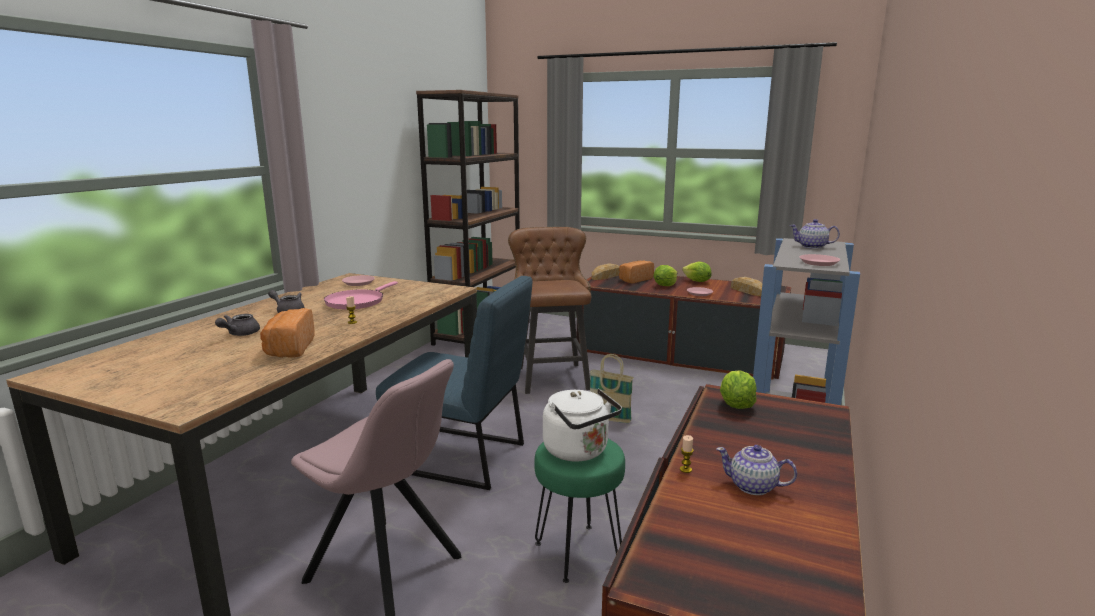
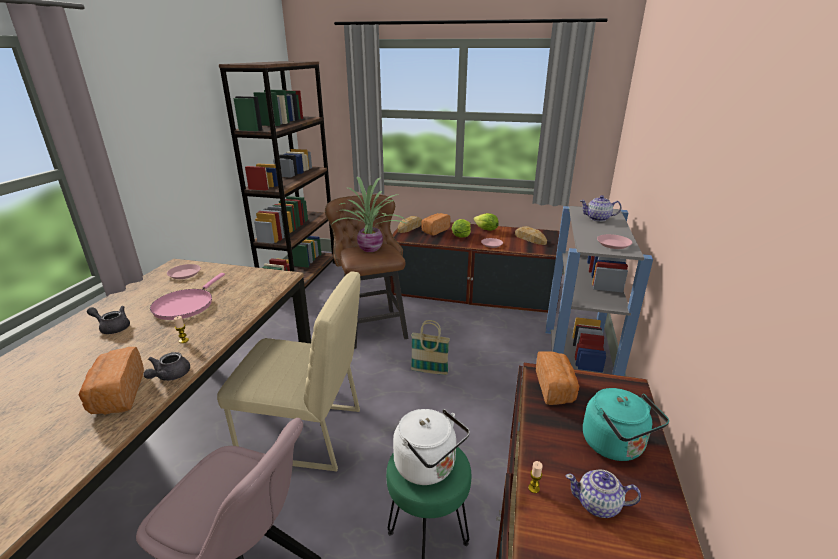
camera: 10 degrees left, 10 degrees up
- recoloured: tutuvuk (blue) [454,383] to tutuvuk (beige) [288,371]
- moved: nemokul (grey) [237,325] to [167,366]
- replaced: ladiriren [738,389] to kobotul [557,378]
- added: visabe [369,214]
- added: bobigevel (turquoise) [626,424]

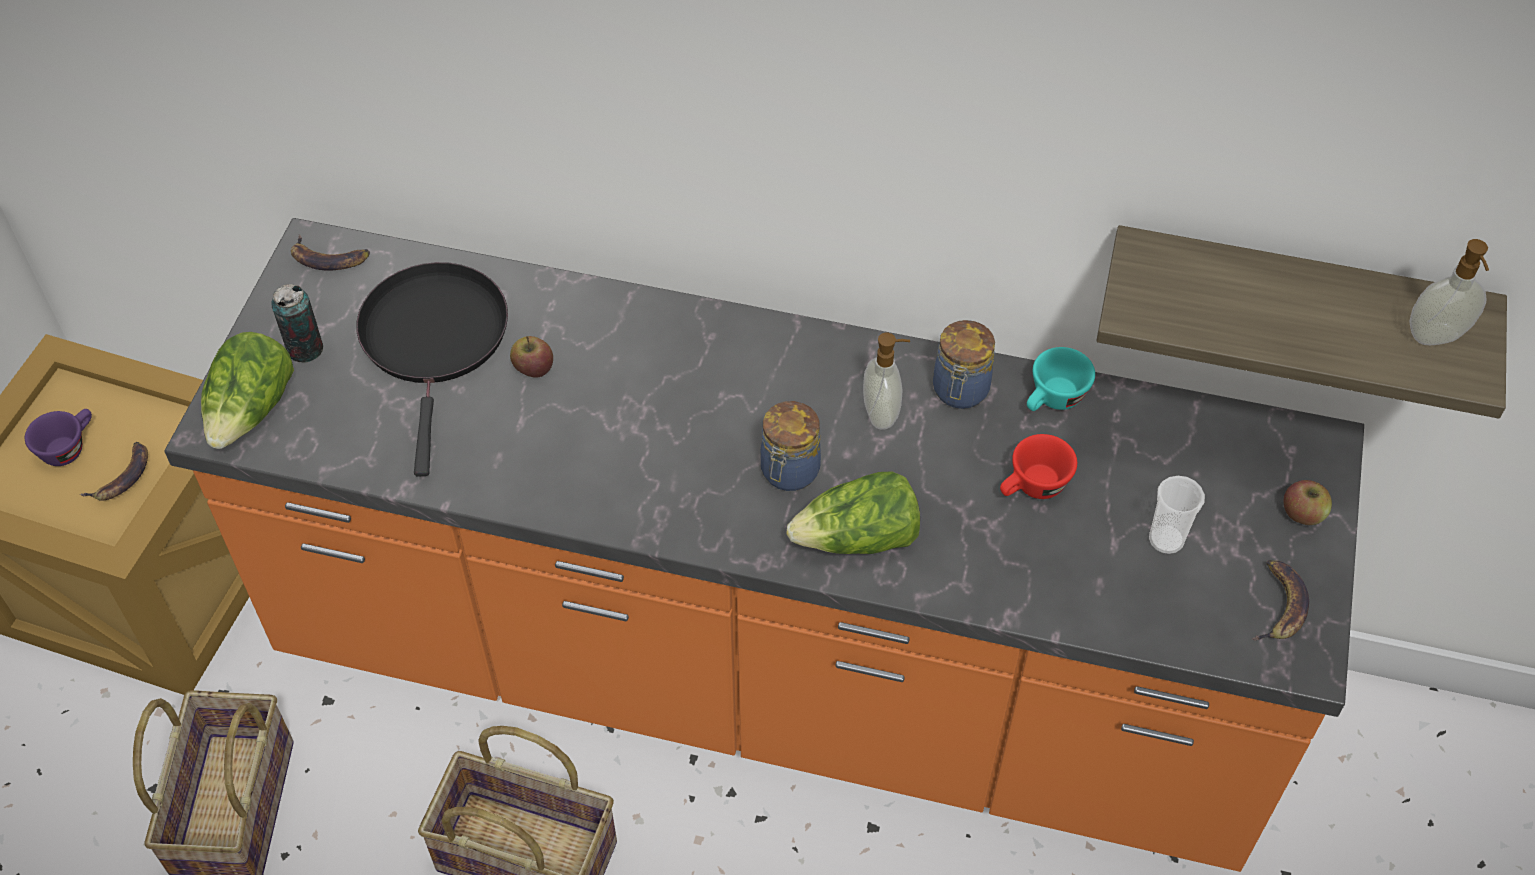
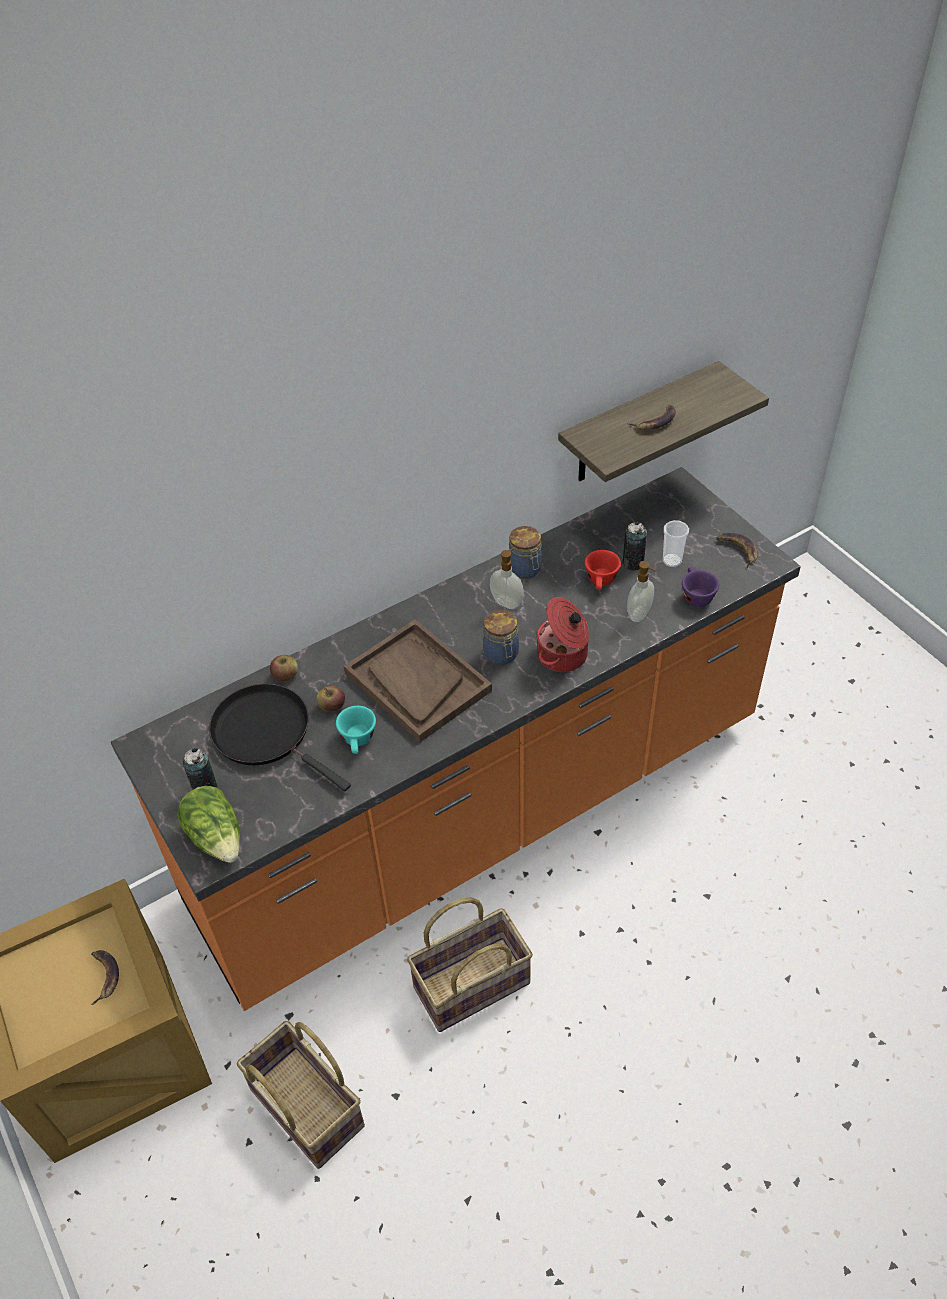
camera: 45 degrees left, 5 degrees down
- moved: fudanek [330,252] to [651,417]
- moved: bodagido [1449,292] to [642,591]
- moved: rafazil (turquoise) [1061,379] to [356,730]
- moved: rafazil (purple) [58,437] to [700,587]
- replaced: ladiriren [853,512] to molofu [562,634]
- moved: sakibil [1308,502] to [284,668]
- added: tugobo [635,546]
- added: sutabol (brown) [418,680]

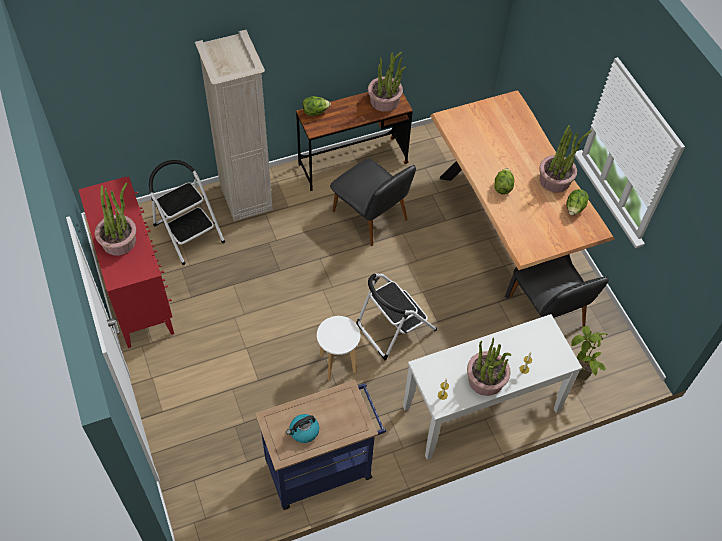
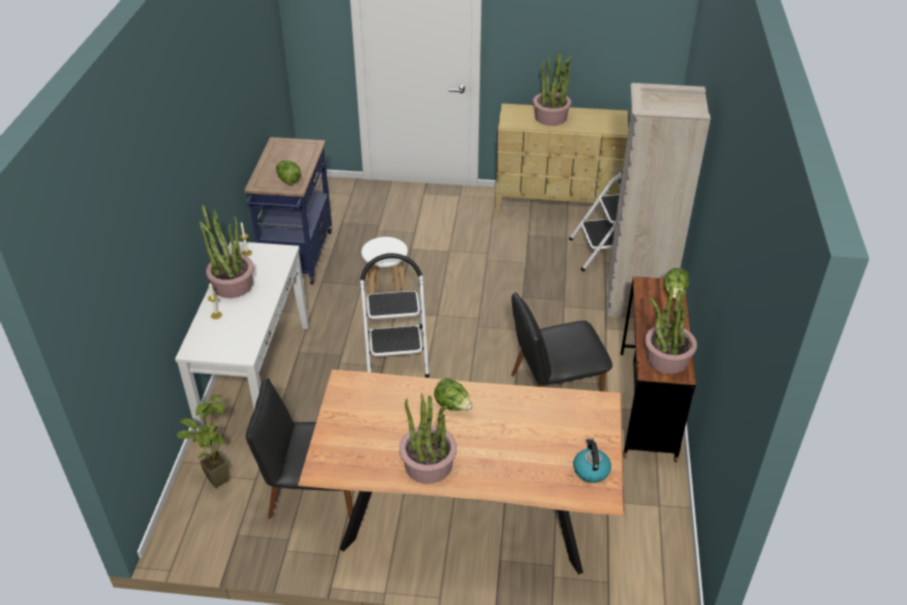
camera: 120 degrees right, 15 degrees down
- recoloured: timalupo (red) [126,262] to timalupo (beige) [561,160]
- moved: ladiriren [577,202] to [288,172]
- moved: bobigevel [302,428] to [592,460]

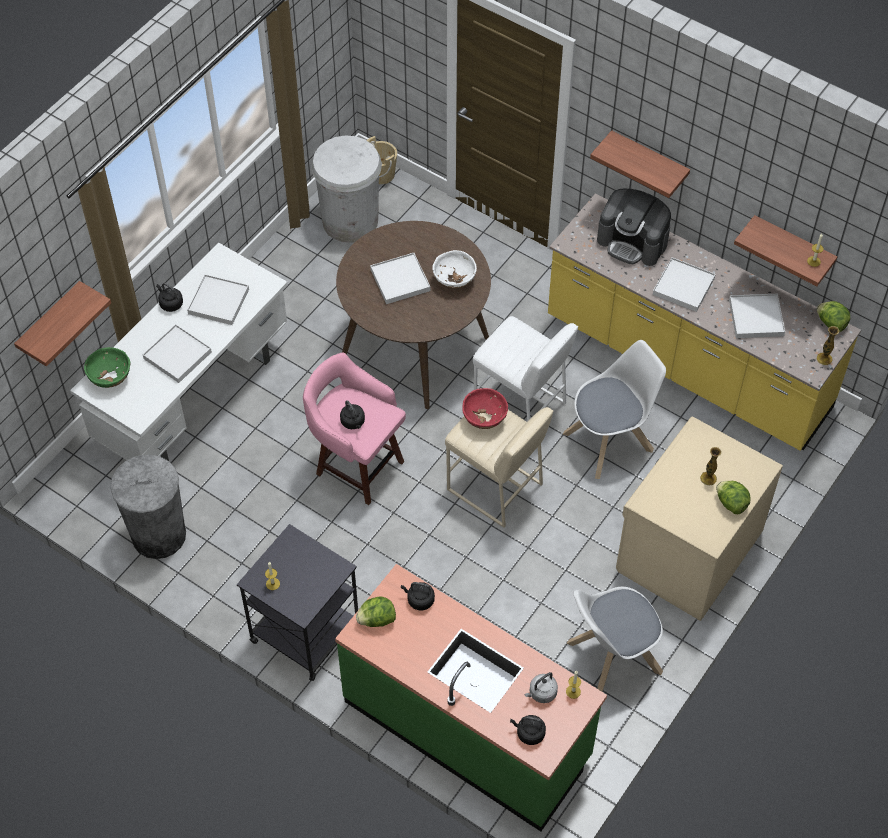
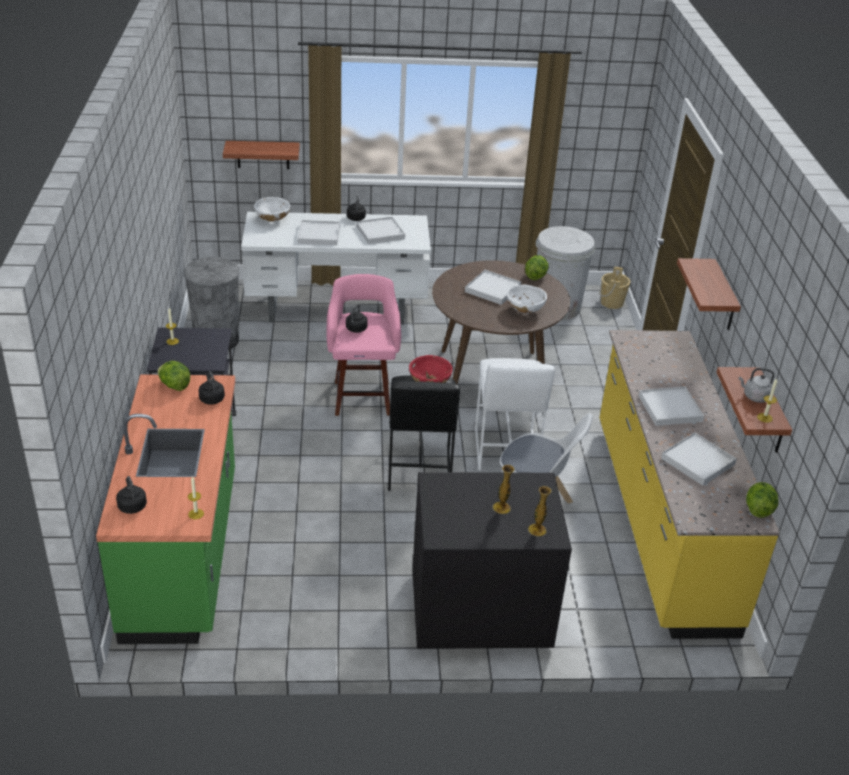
camera: 50 degrees right, 20 degrees down
- removed: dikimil [634,227]
- moved: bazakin [828,345] to [540,511]
- recoloured: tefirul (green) [107,367] to tefirul (white) [272,209]
- recoloured: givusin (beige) [499,467] to givusin (black) [424,433]
- recoloured: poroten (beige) [699,519] to poroten (black) [492,560]
- moved: ladiriren [733,497] to [537,267]
- removed: tutuvuk [615,639]
- moved: bobigevel (grey) [541,687] to [756,385]

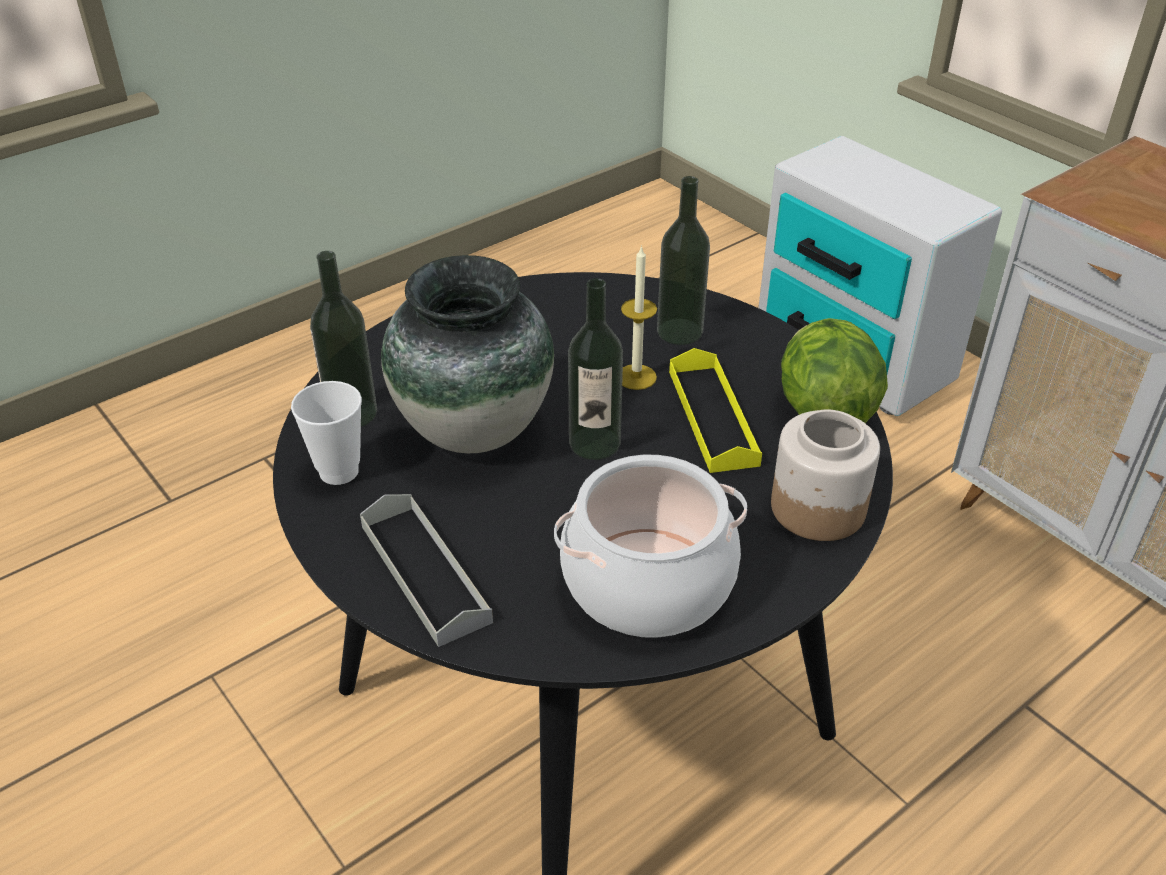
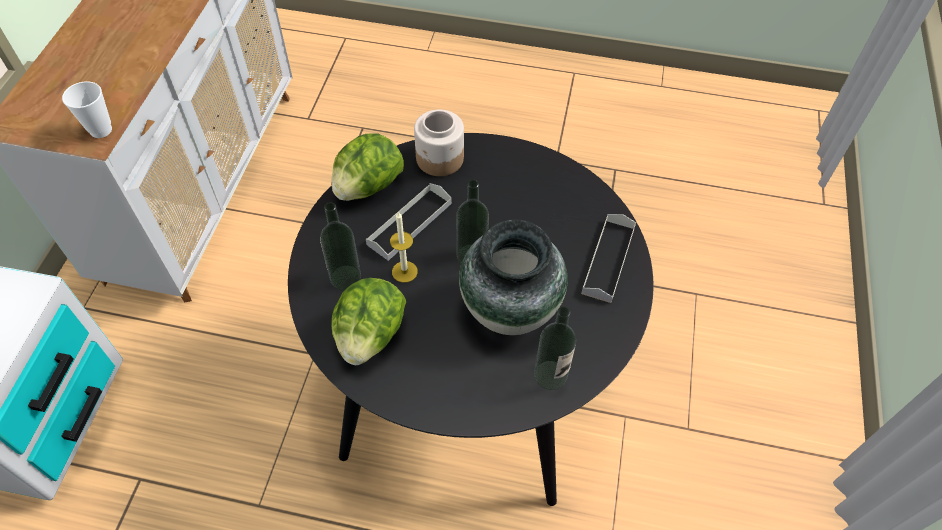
camera: 130 degrees left, 15 degrees up
- recoloured: sutabol (yellow) [715,410] to sutabol (grey) [409,222]
- moved: rafazil [326,433] to [87,109]
- removed: molofu [650,546]
- added: ladiriren [369,321]

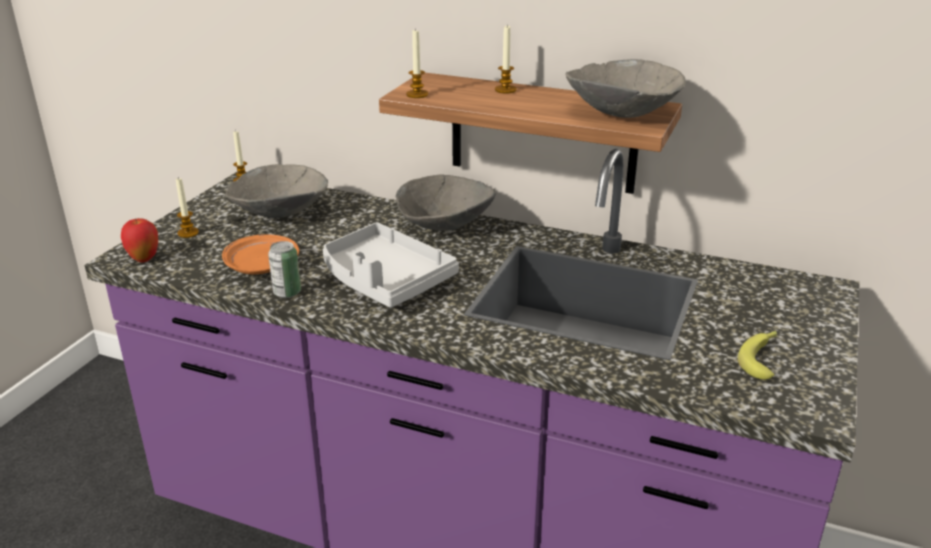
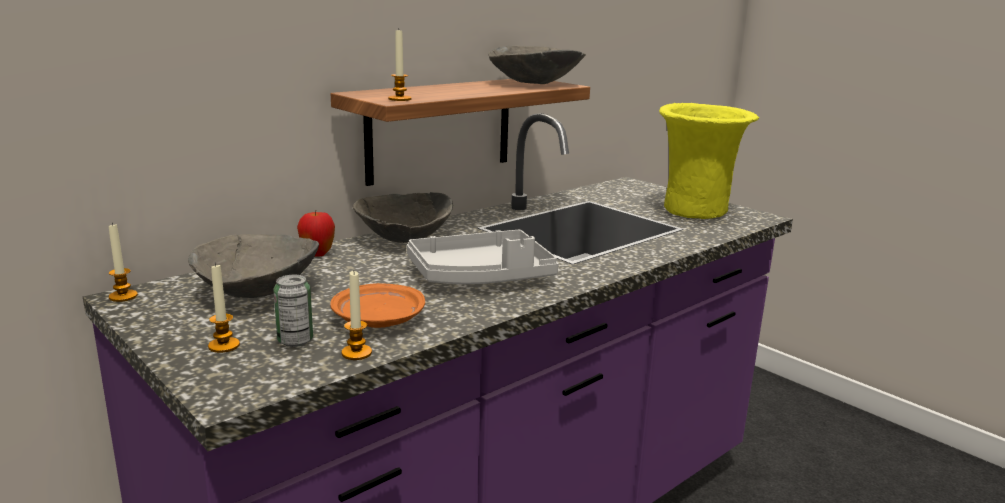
camera: 65 degrees left, 10 degrees down
- moved: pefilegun [506,60] to [356,315]
- moved: sakibil [139,240] to [316,234]
- moved: tugobo [284,269] to [293,311]
- replaced: fudanek [757,355] to bazakin (yellow) [709,161]

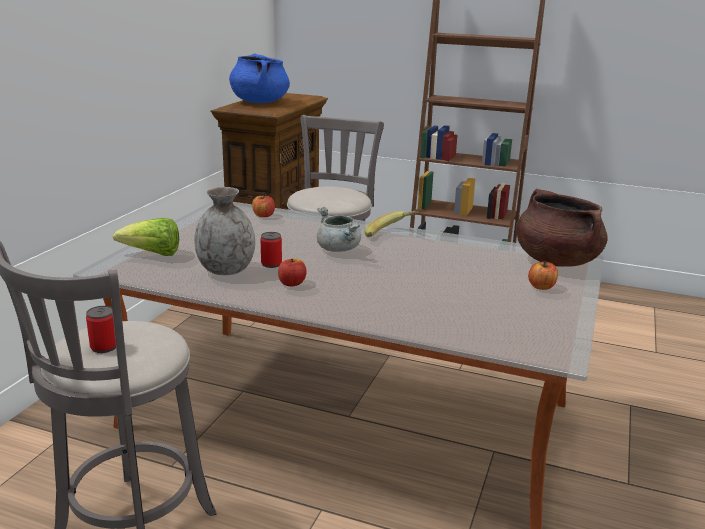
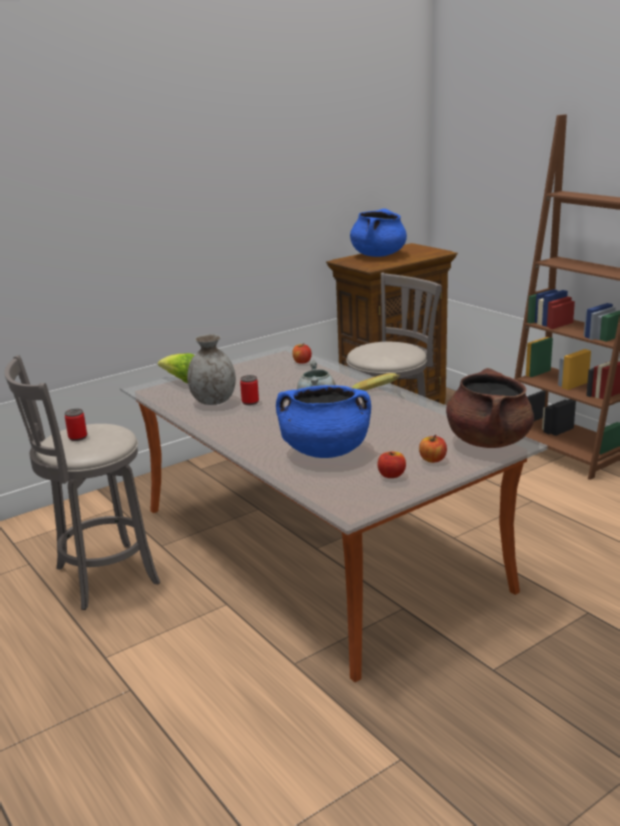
camera: 35 degrees right, 0 degrees up
- moved: sakibil [292,272] to [392,465]
- added: molofu (blue) [323,421]

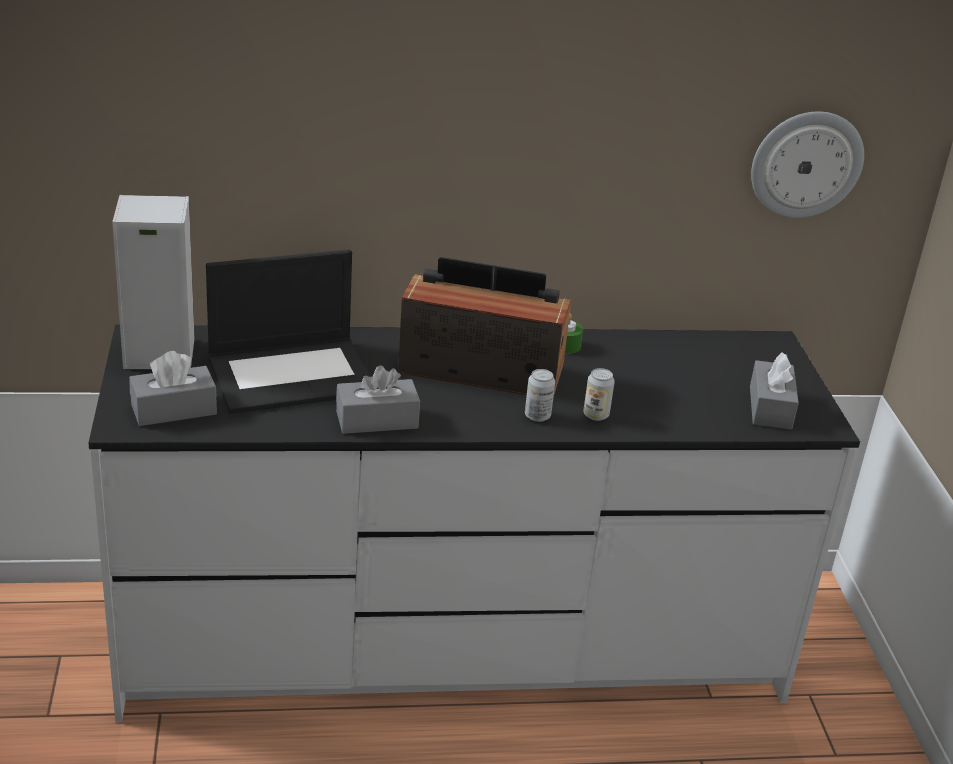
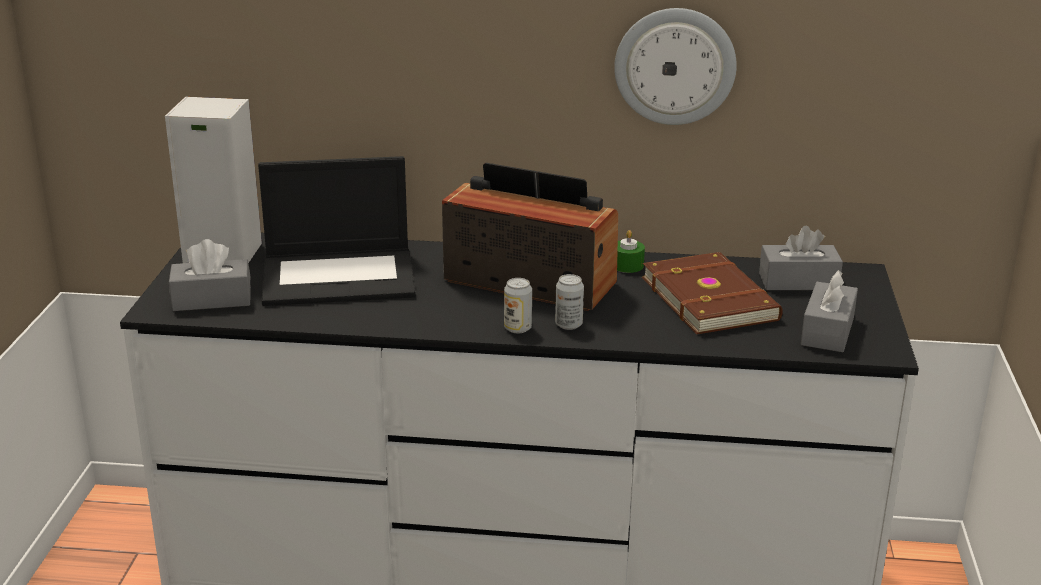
camera: 15 degrees right, 5 degrees down
- moved: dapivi [807,165] to [675,66]
- moved: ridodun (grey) [378,399] to [801,258]
- moved: tugobo [599,394] to [518,305]
- added: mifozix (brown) [712,293]

